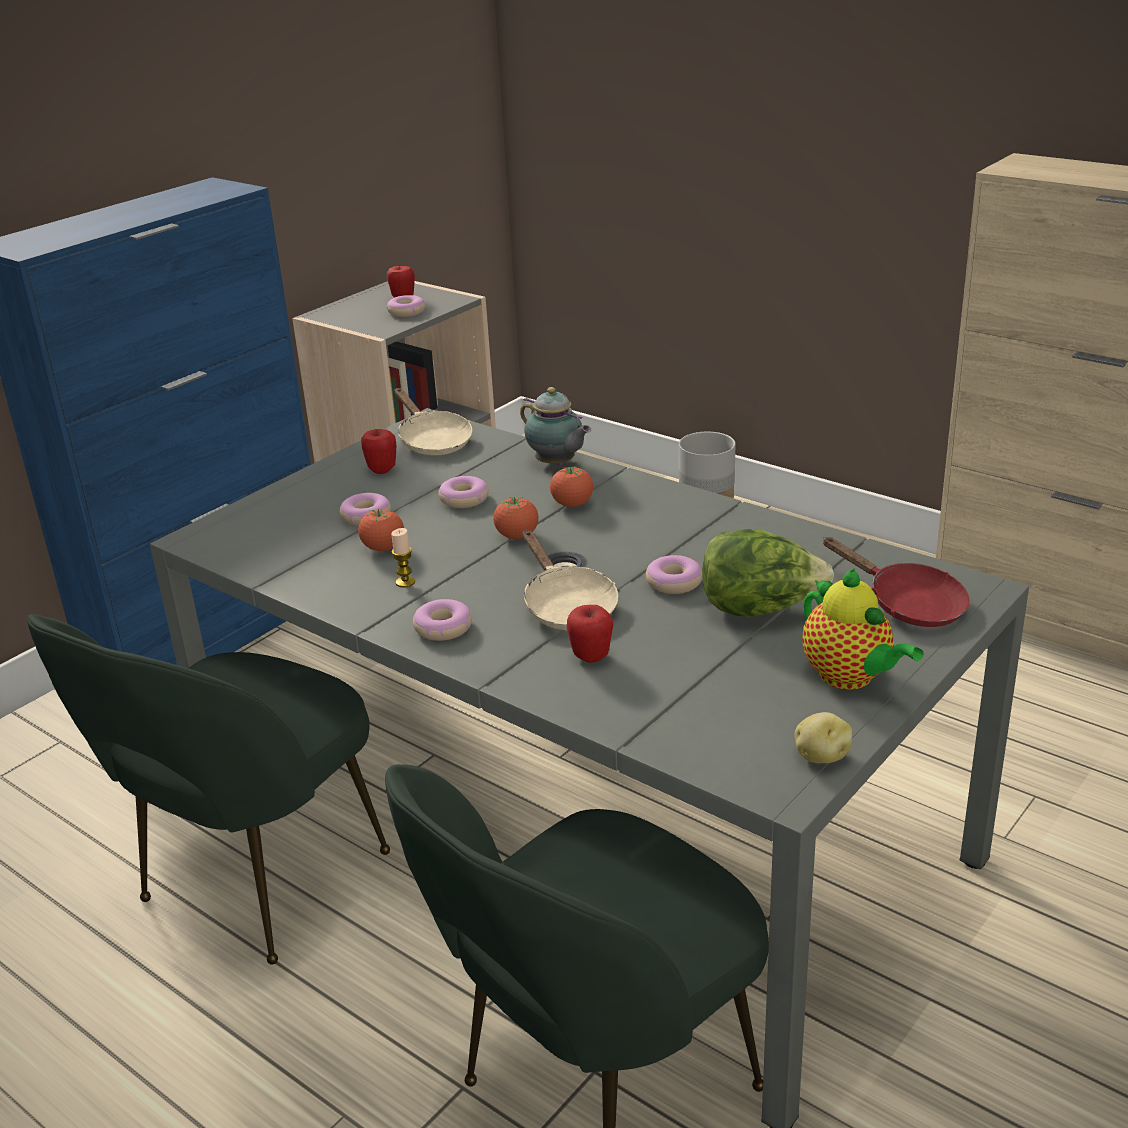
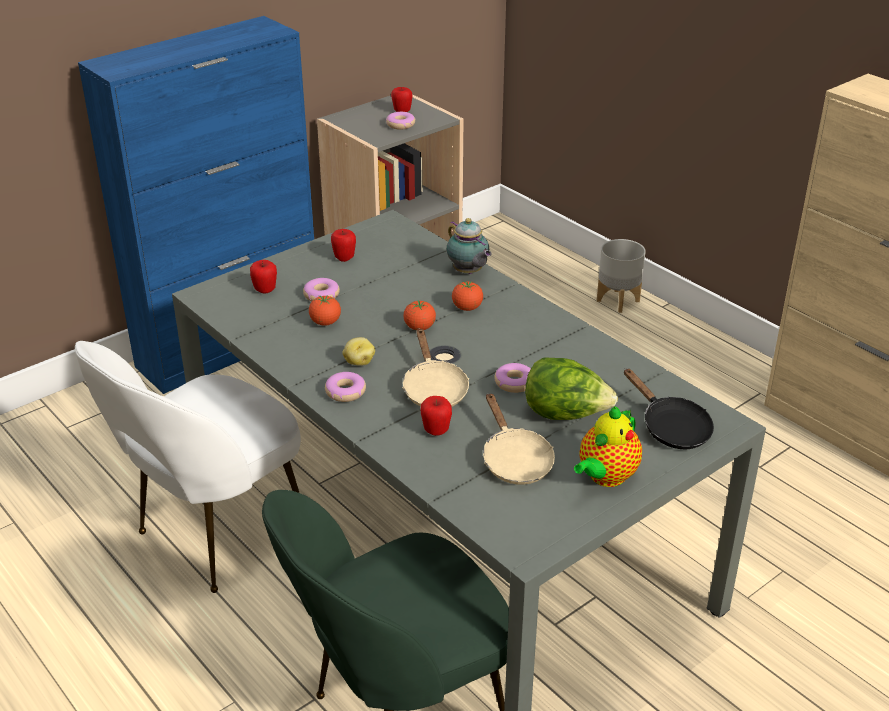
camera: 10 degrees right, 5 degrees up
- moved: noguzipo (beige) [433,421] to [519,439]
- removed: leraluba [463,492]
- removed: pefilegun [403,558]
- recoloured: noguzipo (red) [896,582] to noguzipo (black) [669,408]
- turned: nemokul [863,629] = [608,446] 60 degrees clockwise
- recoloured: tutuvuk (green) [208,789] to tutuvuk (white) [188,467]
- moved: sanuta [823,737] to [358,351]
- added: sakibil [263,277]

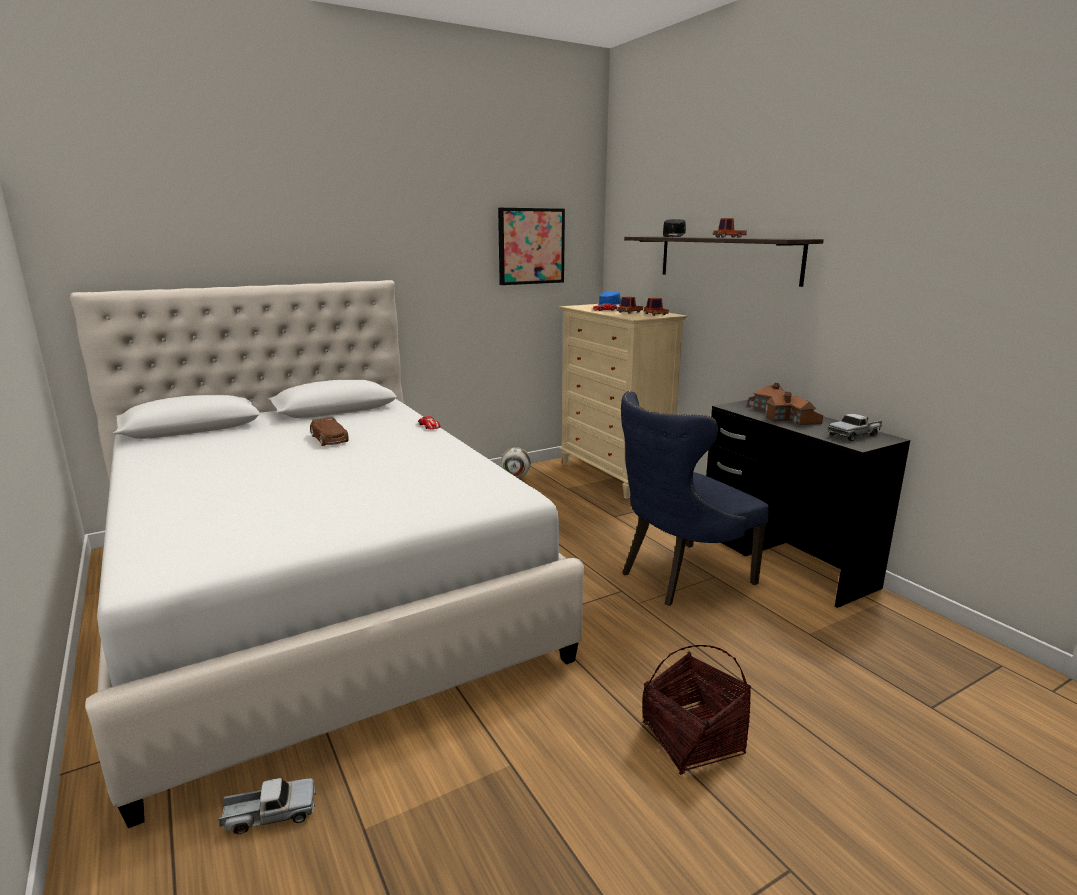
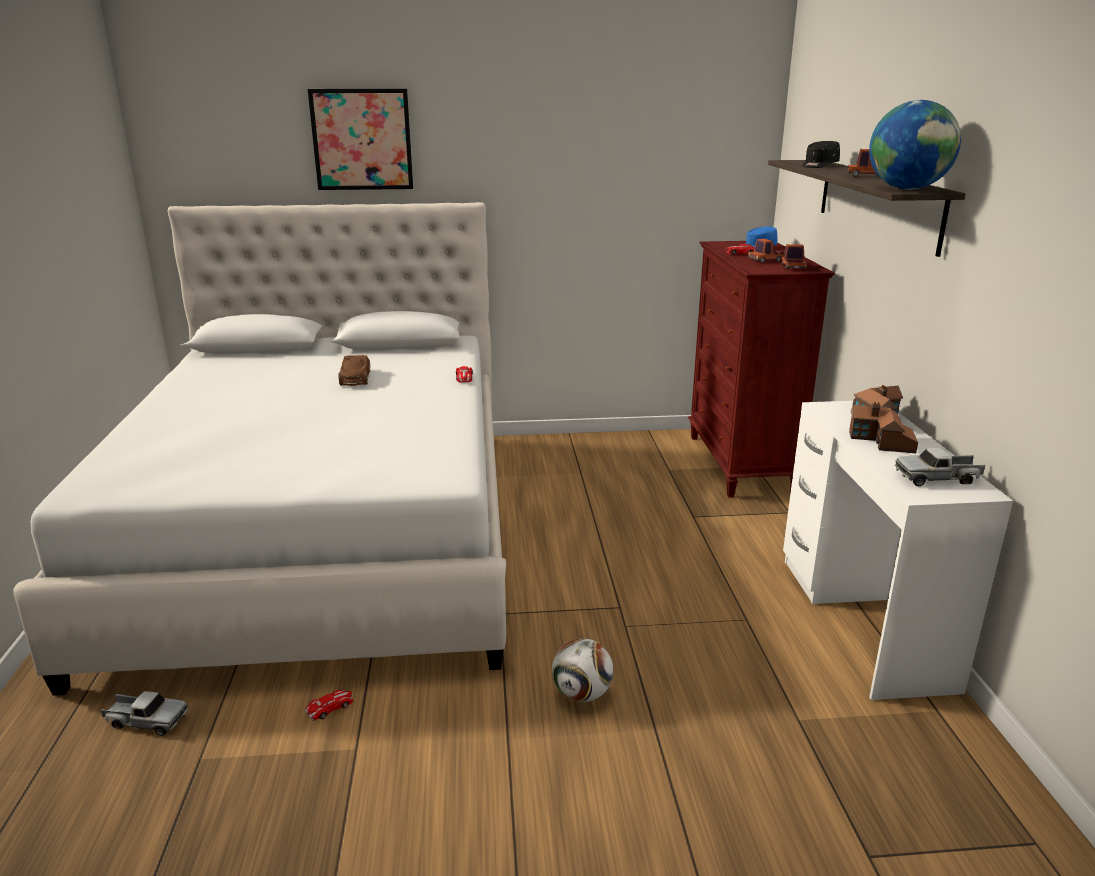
camera: 25 degrees right, 5 degrees up
- moved: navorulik [531,246] to [360,139]
- recoloured: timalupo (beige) [623,401] to timalupo (red) [761,369]
- removed: tutuvuk (blue) [695,498]
- recoloured: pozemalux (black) [808,504] to pozemalux (white) [898,550]
- moved: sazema [516,462] to [582,670]
- removed: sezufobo [696,710]
- added: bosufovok [915,145]
- added: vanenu [328,705]

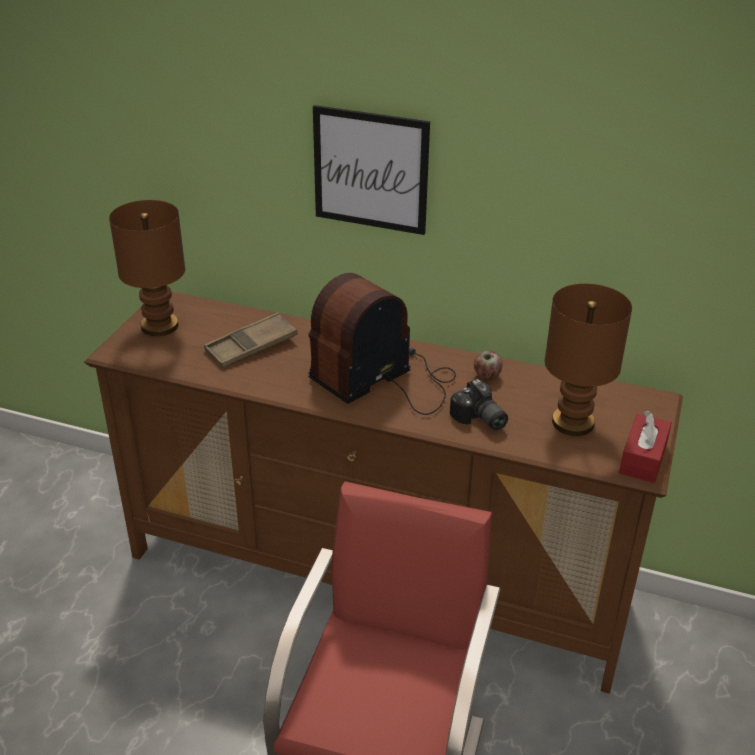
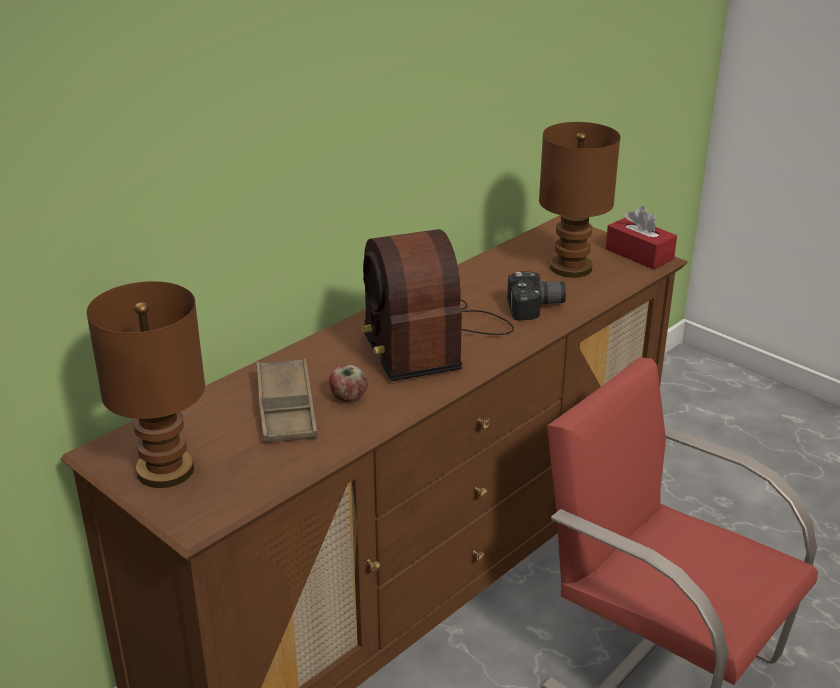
camera: 65 degrees left, 5 degrees down
- removed: navorulik [371,170]
- moved: sakibil [488,365] to [348,383]

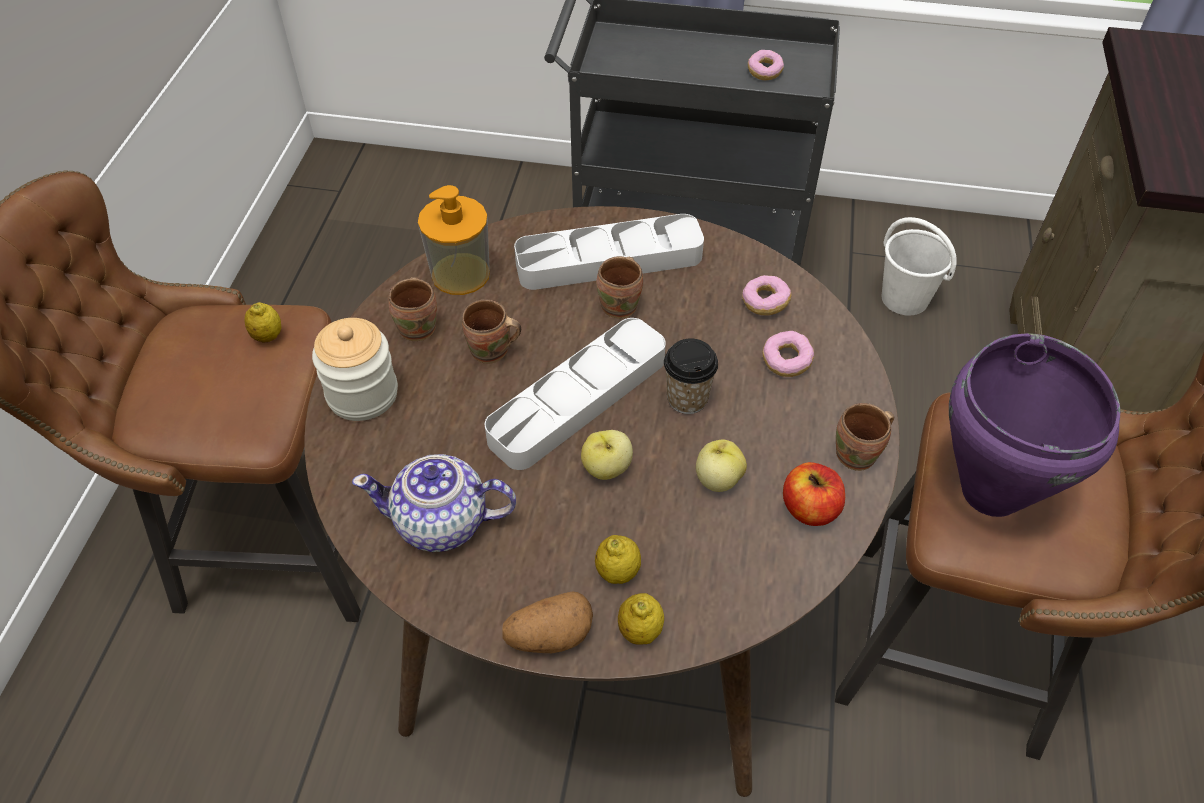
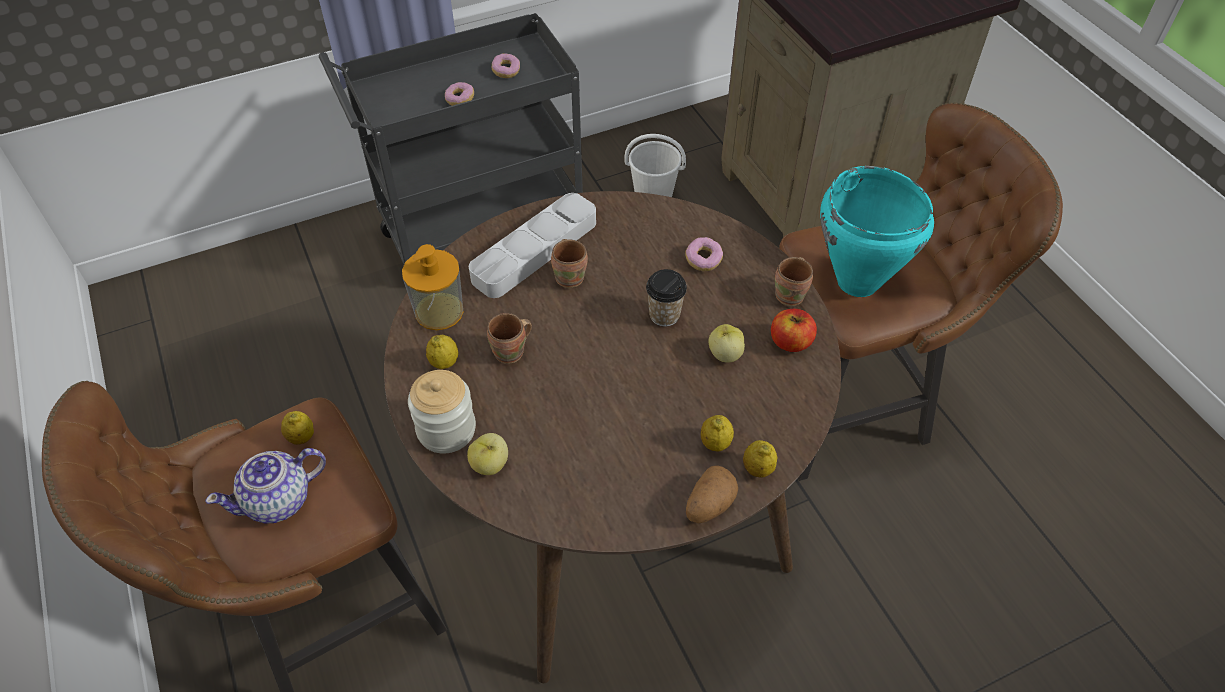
camera: 35 degrees left, 0 degrees up
- moved: leraluba [766,295] to [459,94]
- replaced: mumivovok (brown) [413,309] to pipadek [442,352]
- removed: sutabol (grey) [575,394]
- recoloured: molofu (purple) [1034,425] to molofu (turquoise) [877,231]
- moved: sakibil [607,455] to [487,454]
- moved: nemokul [434,503] to [265,486]

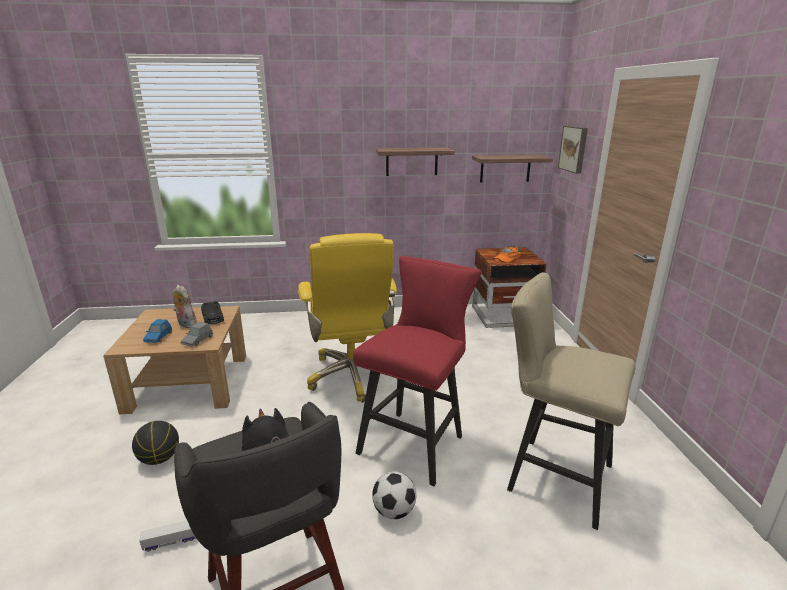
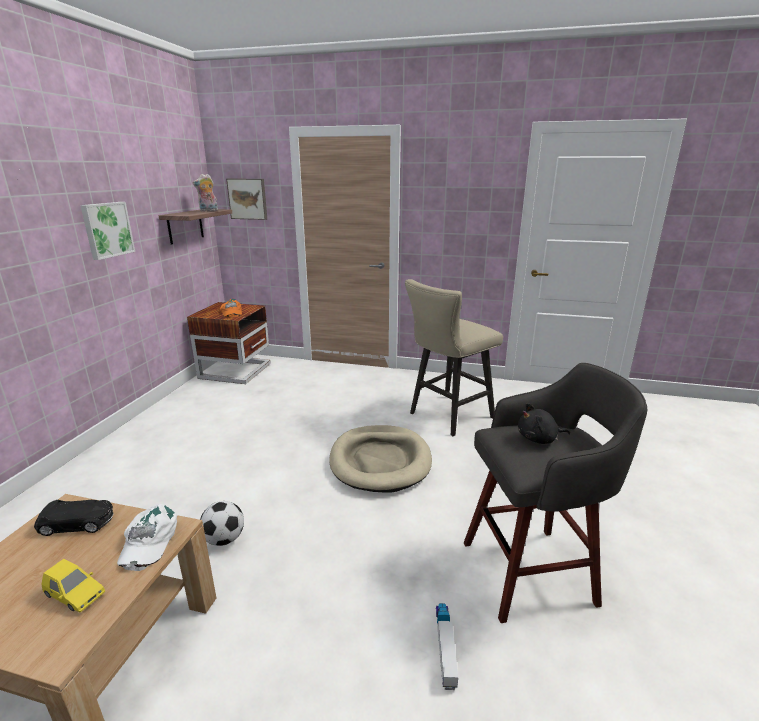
camera: 70 degrees left, 0 degrees up
- replaced: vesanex [415,161] to navorulik [107,231]
- removed: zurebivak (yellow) [347,318]
- replaced: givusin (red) [417,371] to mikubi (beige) [380,459]
- moved: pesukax [185,306] to [205,193]
- recoloured: vanenu (blue) [157,331] to vanenu (yellow) [73,585]
- replaced: vanenu (grey) [197,334] to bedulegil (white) [147,537]
- removed: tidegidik [155,443]
- moved: sazema [394,495] to [222,523]

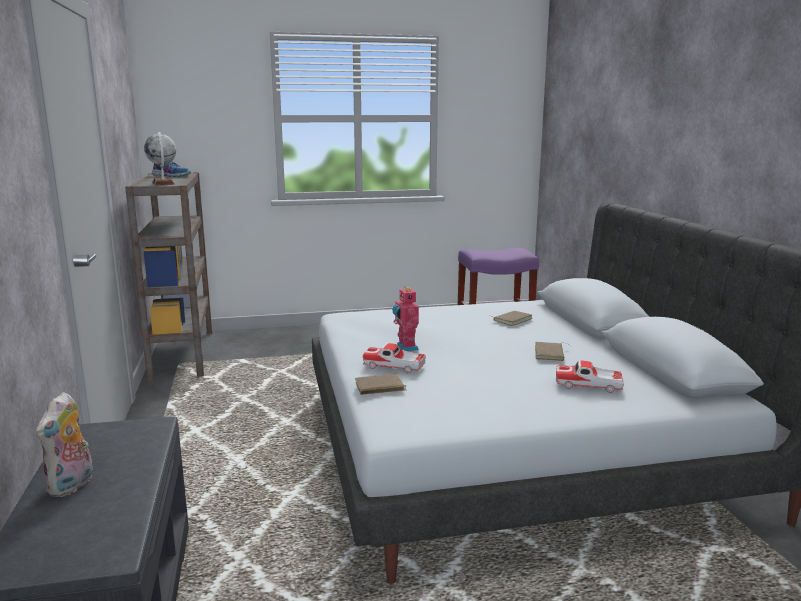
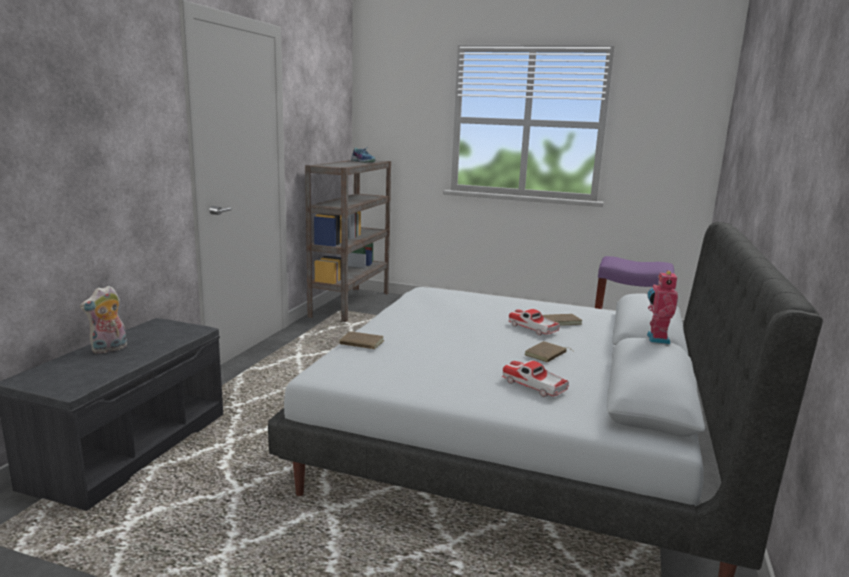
camera: 30 degrees right, 0 degrees up
- removed: bosufovok [160,158]
- moved: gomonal [405,318] to [662,307]
- moved: vanenu [394,358] to [534,322]

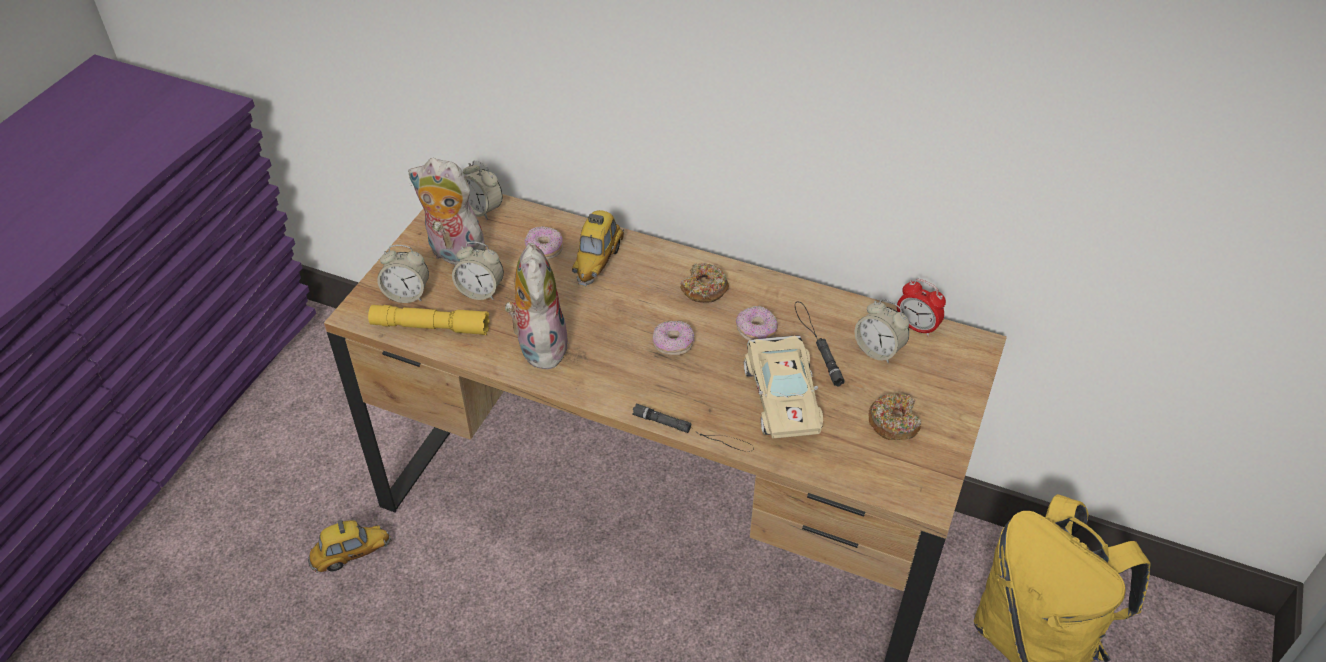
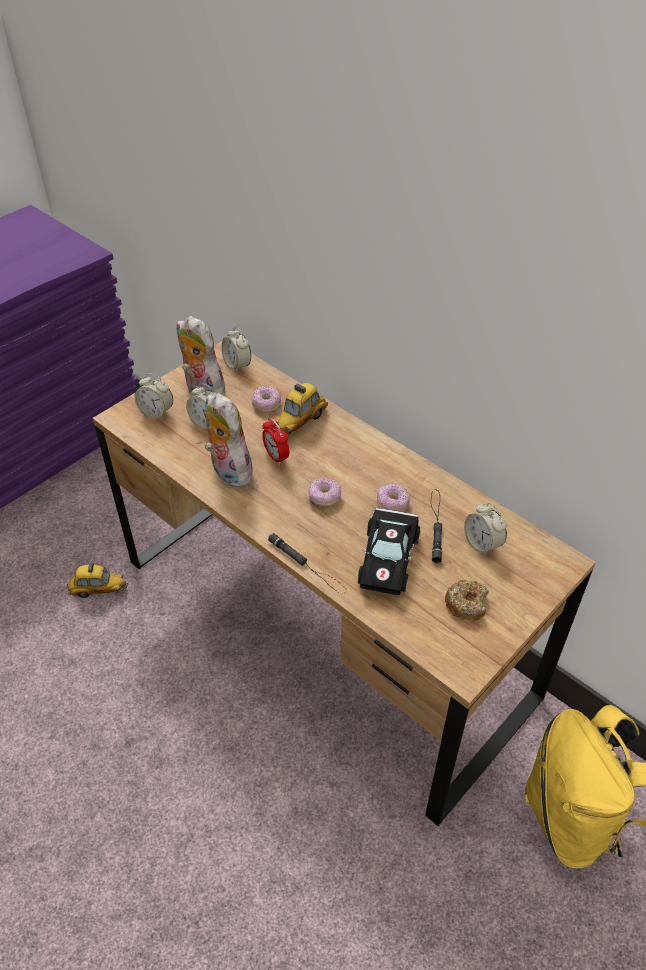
camera: 20 degrees right, 0 degrees up
- turned: pesukax [536,306] = [229,440] 45 degrees counterclockwise
- removed: leraluba [704,283]
- moved: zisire [921,307] to [275,441]
- removed: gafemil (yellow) [429,320]
- recoloured: vanenu (beige) [783,387] to vanenu (black) [389,551]

